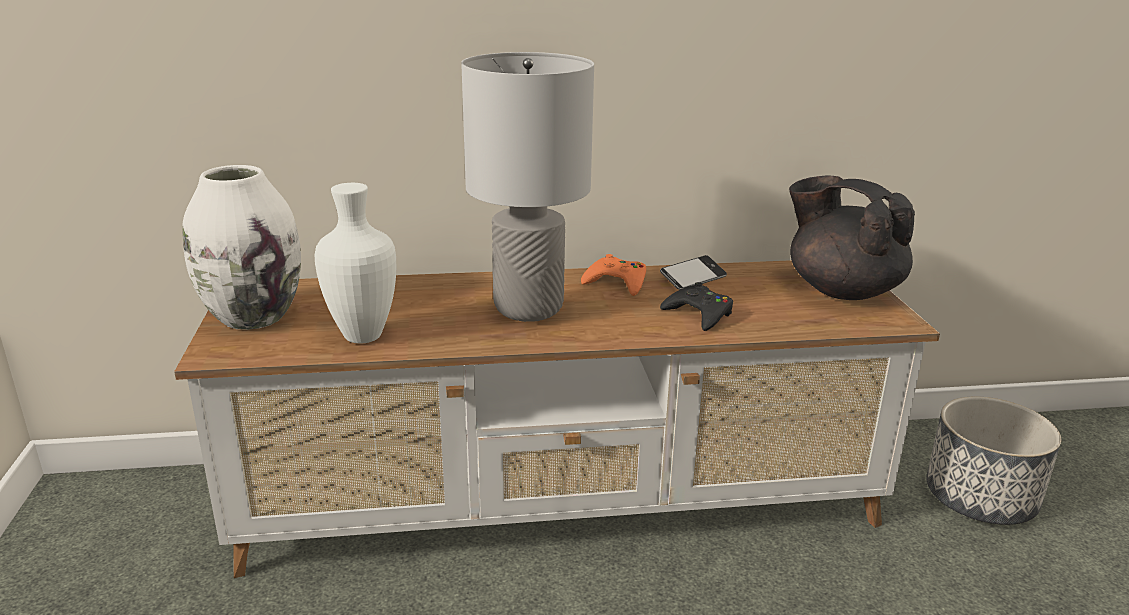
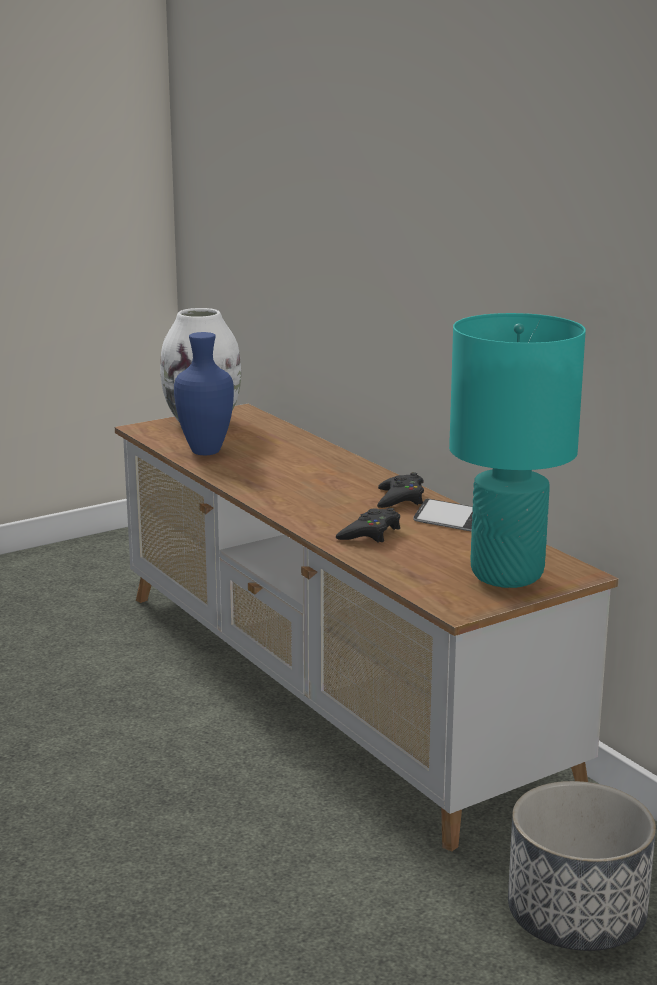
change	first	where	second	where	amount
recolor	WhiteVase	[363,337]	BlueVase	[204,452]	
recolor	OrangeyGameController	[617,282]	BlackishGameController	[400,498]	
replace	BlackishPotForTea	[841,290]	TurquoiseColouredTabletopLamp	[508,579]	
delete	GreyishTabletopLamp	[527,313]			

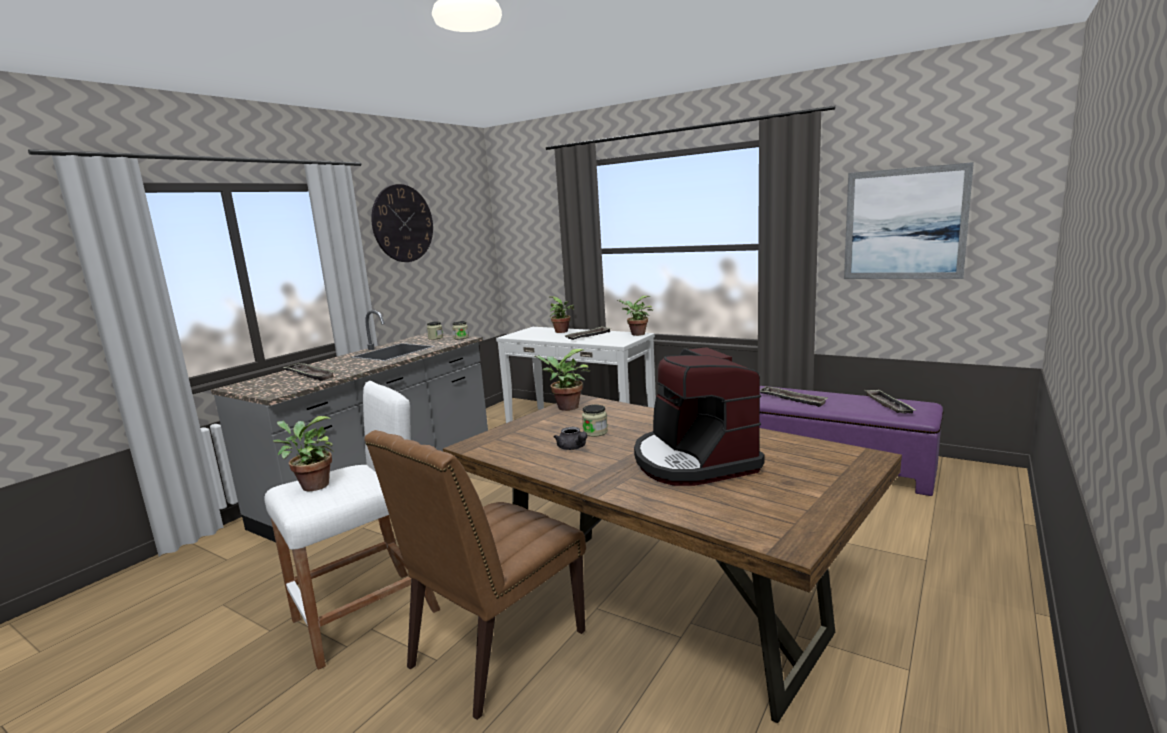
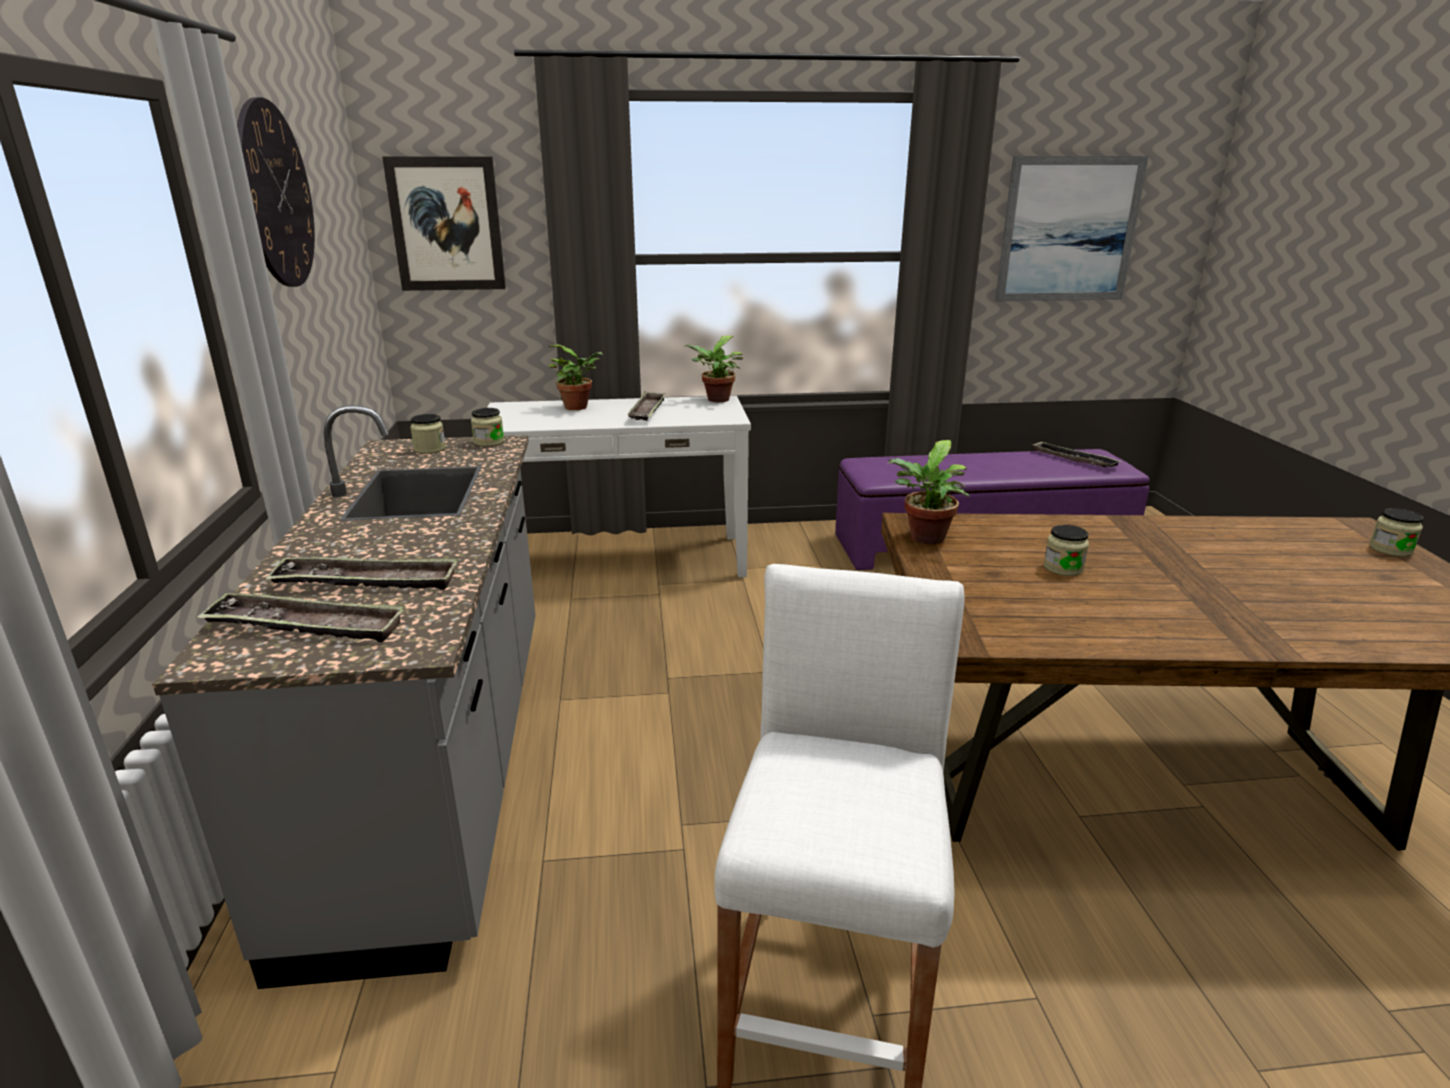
change	first	where	second	where	amount
move	Tray	[792,399]		[305,626]	
insert			WallPicture	[446,224]	
insert			StorageJar	[1390,549]	
delete	Houseplant	[312,486]			
delete	BrownUprightChair	[498,647]			
delete	GreyishPotForTea	[573,448]			
delete	CoffeeMachine	[693,461]			

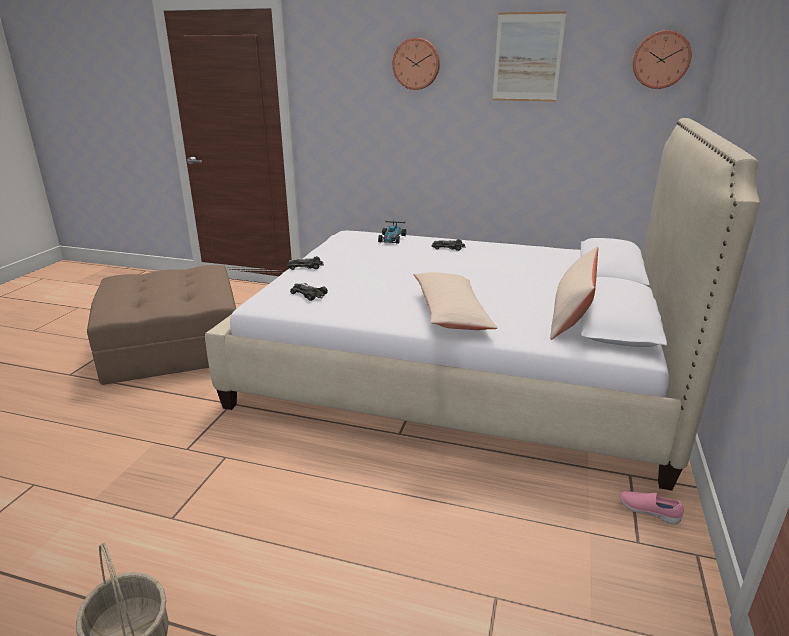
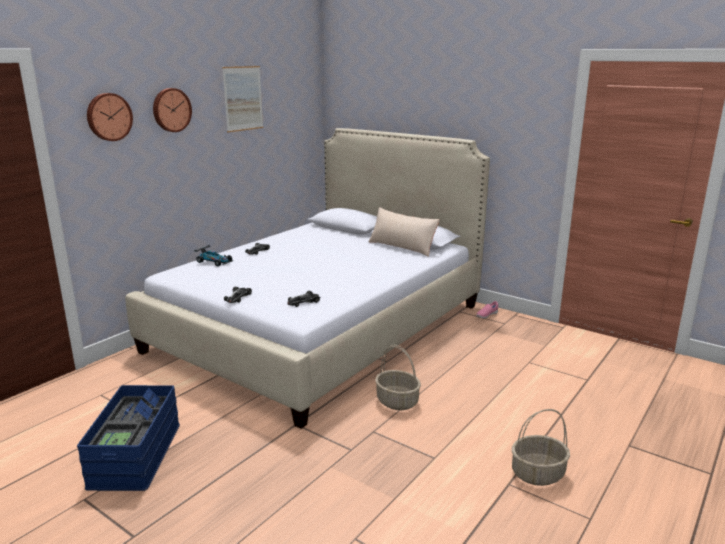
change	first	where	second	where	amount
replace	BrownOttoman	[175,343]	BlueStorageContainer	[134,454]	
move	WallClock	[661,60]		[108,117]	
insert			HouseholdBasket	[398,401]	
delete	SandColouredThrowPillow	[451,312]			

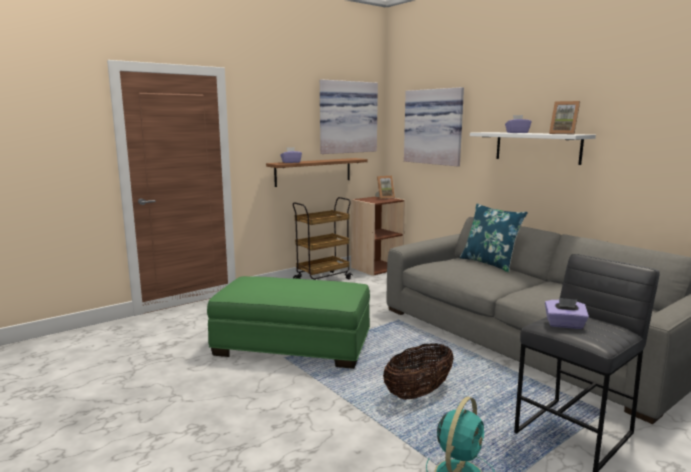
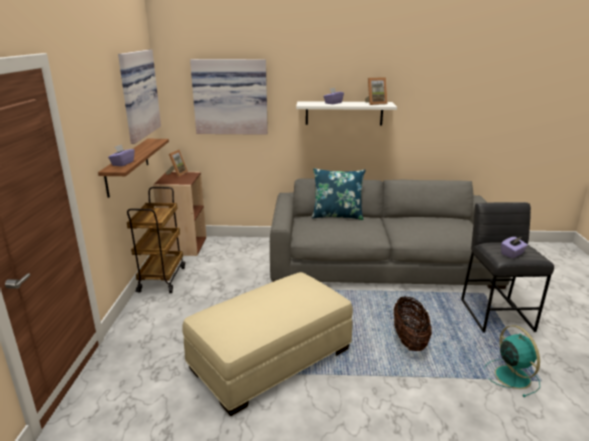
change	first	where	second	where	amount
recolor	GreenColouredOttoman	[293,344]	SandColouredOttoman	[271,358]	

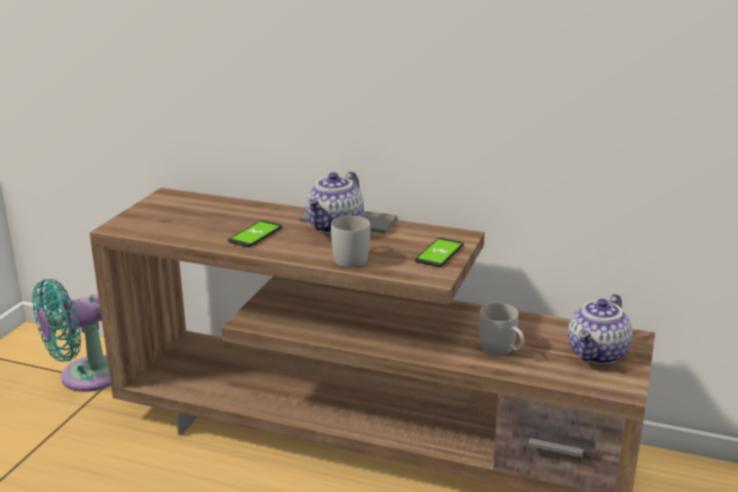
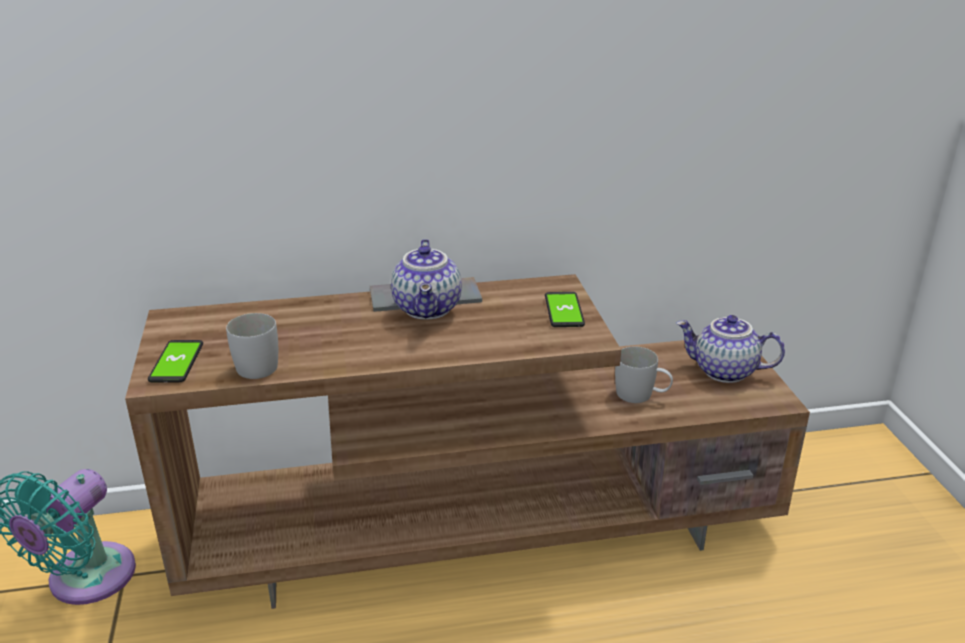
change	first	where	second	where	amount
move	Handset	[255,235]		[176,362]	
move	WhiteMug	[354,257]		[258,363]	
rotate	PotForTea	[598,354]		[723,372]	105 degrees clockwise

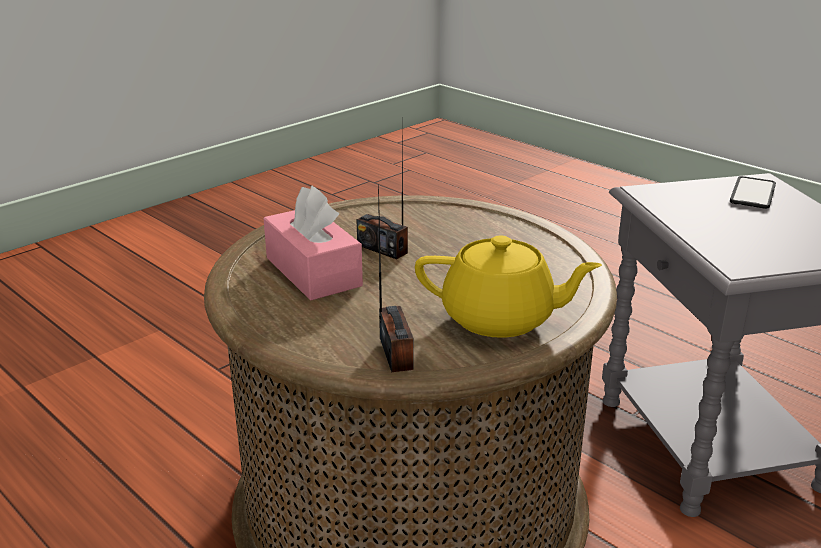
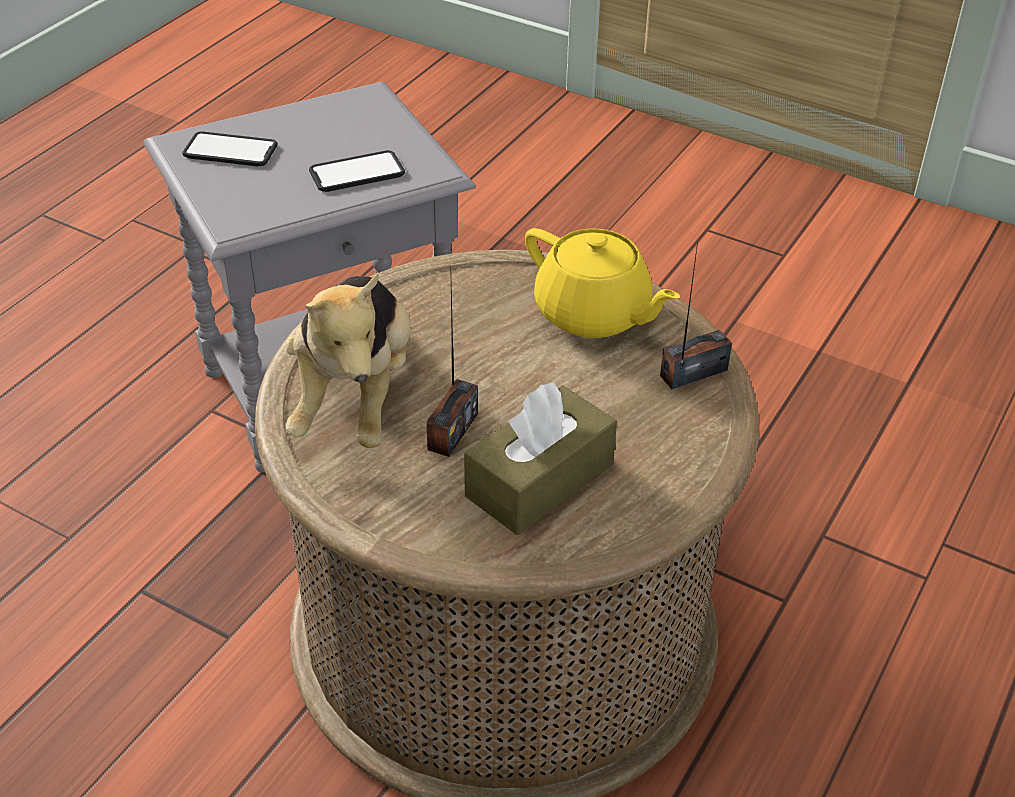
change	first	where	second	where	amount
insert			CuddlyToy	[355,397]	
insert			Handset	[357,173]	
recolor	PinkColouredBoxOfTissues	[313,272]	BrownBoxOfTissues	[539,480]	
rotate	YellowColouredPotForTea	[500,319]		[594,314]	135 degrees clockwise

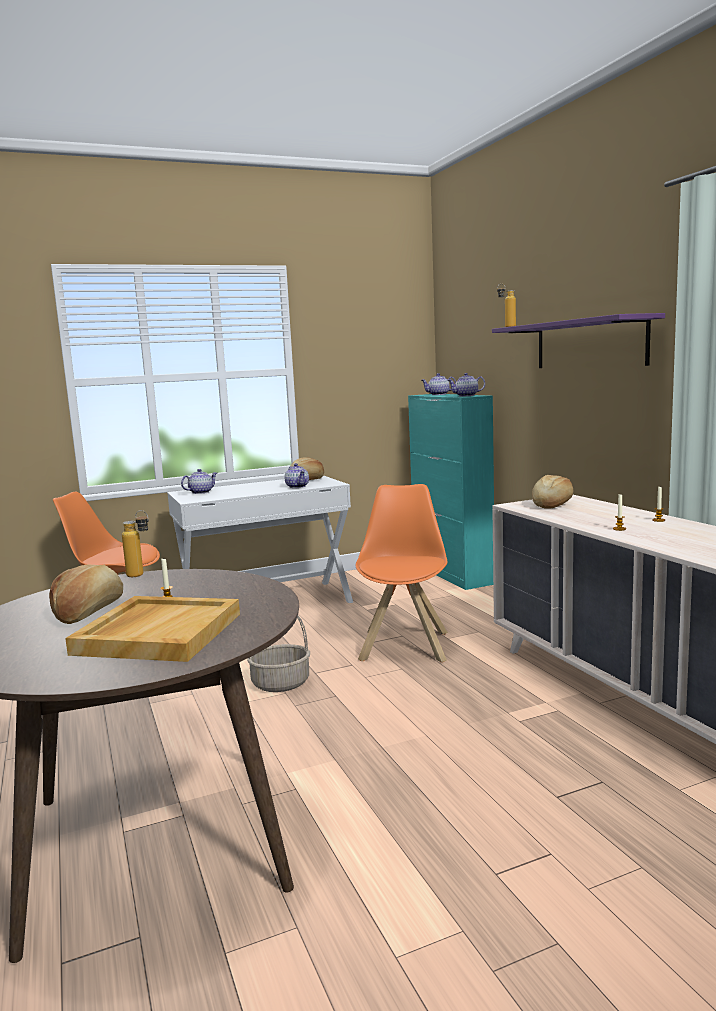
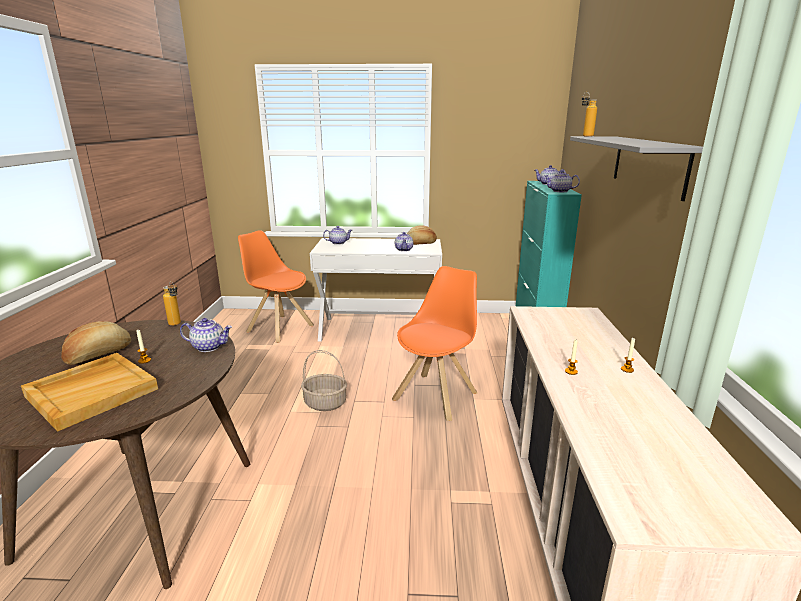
change	first	where	second	where	amount
insert			PotForTea	[209,347]	
recolor	PurpleColouredBracketShelf	[589,344]	GreyishBracketShelf	[648,164]	
delete	Bread	[552,504]			

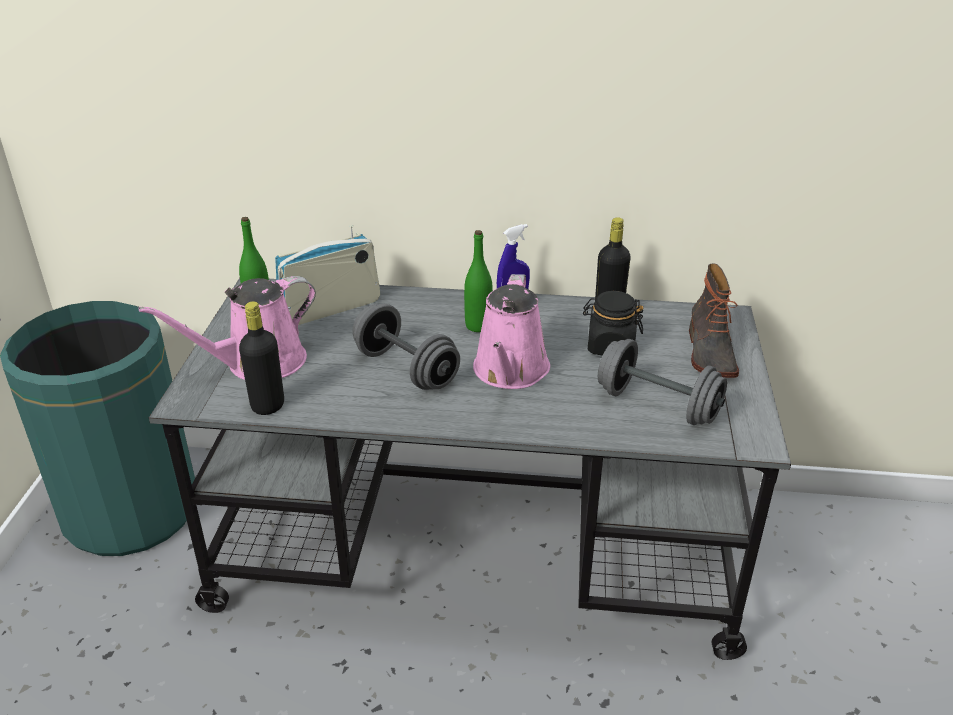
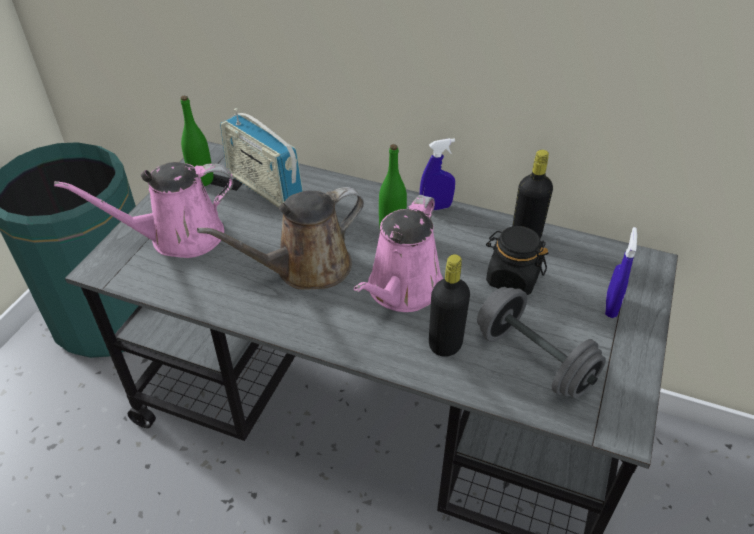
change	first	where	second	where	amount
replace	GreyishHandWeight	[406,369]	BrownWateringCan	[306,268]	
rotate	RadioSet	[330,308]		[264,188]	120 degrees counterclockwise
move	BlackishBottle	[268,405]		[445,344]	
replace	TallBoot	[708,353]	BlueSprayBottle	[611,306]	

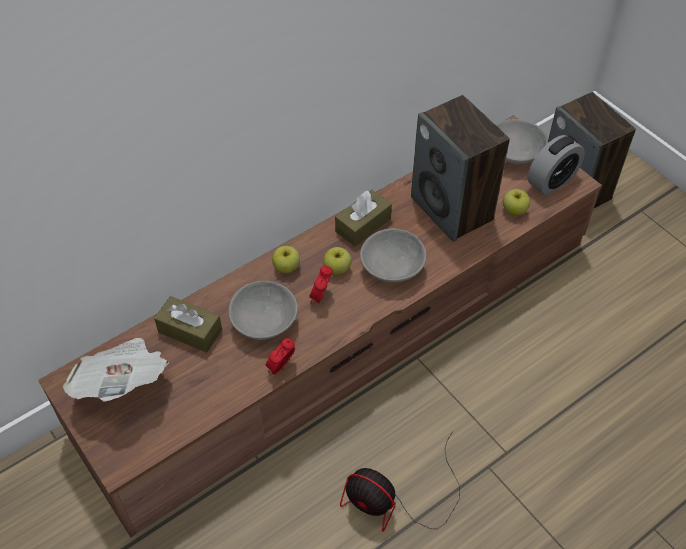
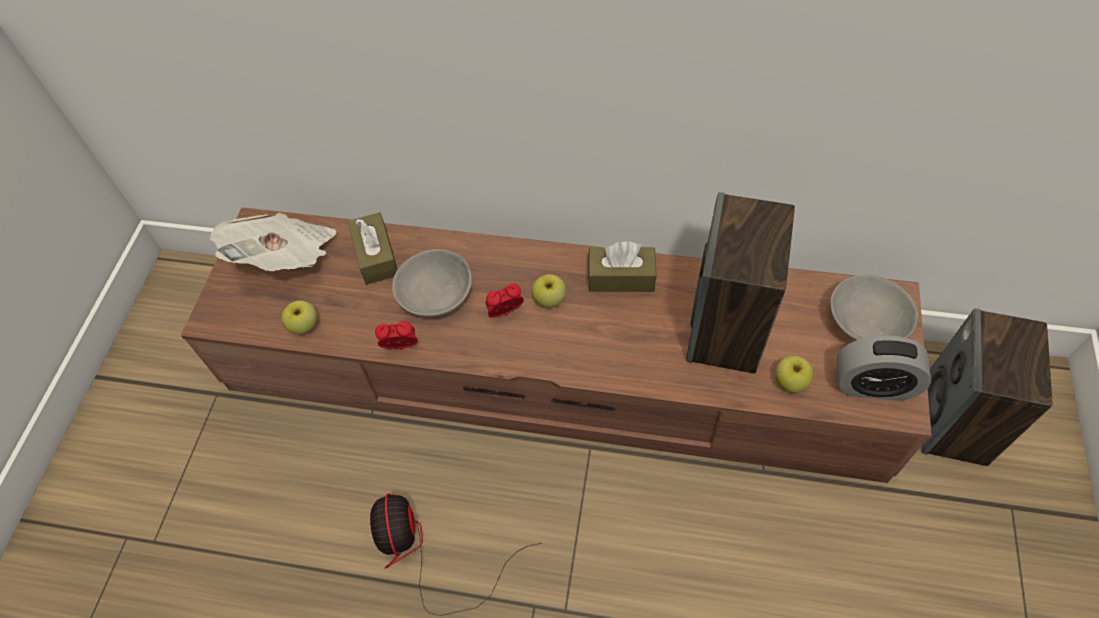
change	first	where	second	where	amount
move	Apple	[286,267]		[304,326]	
delete	GreyishBowl	[392,268]			

